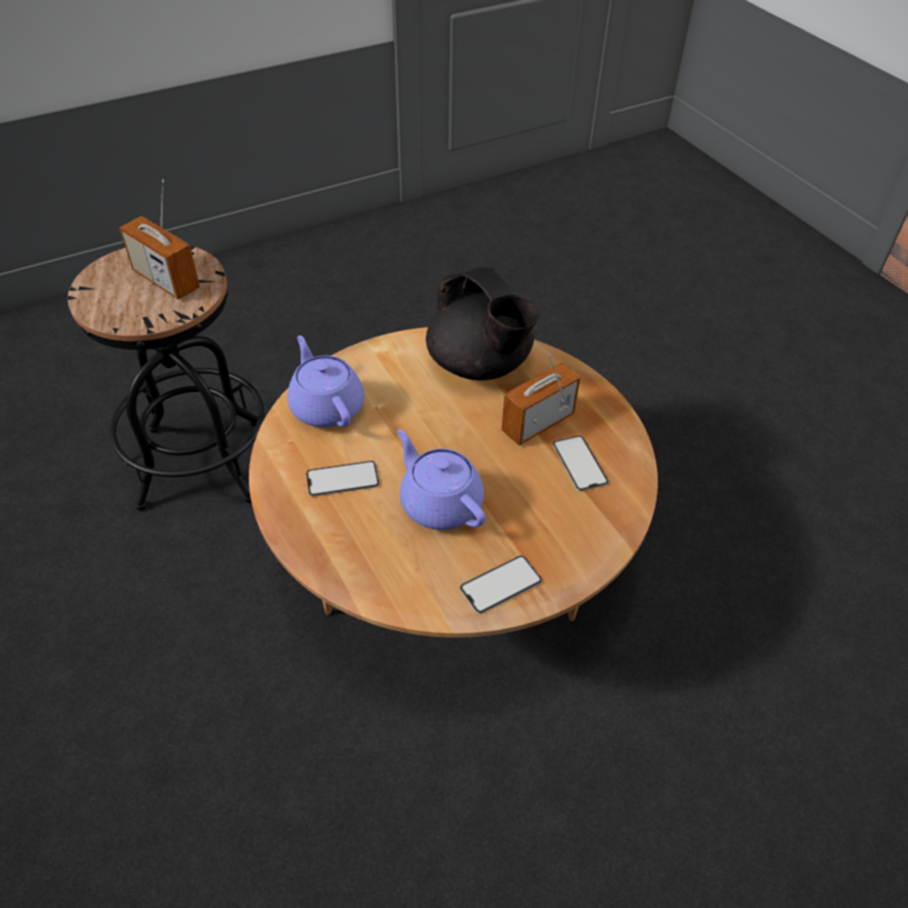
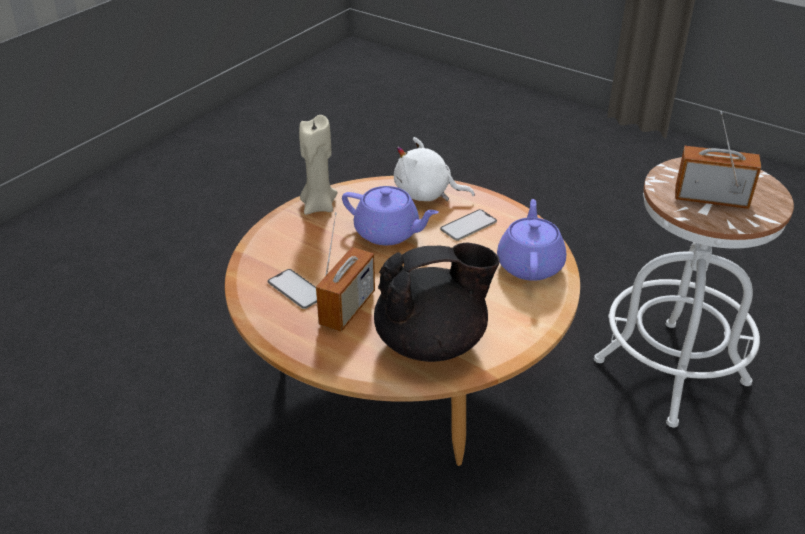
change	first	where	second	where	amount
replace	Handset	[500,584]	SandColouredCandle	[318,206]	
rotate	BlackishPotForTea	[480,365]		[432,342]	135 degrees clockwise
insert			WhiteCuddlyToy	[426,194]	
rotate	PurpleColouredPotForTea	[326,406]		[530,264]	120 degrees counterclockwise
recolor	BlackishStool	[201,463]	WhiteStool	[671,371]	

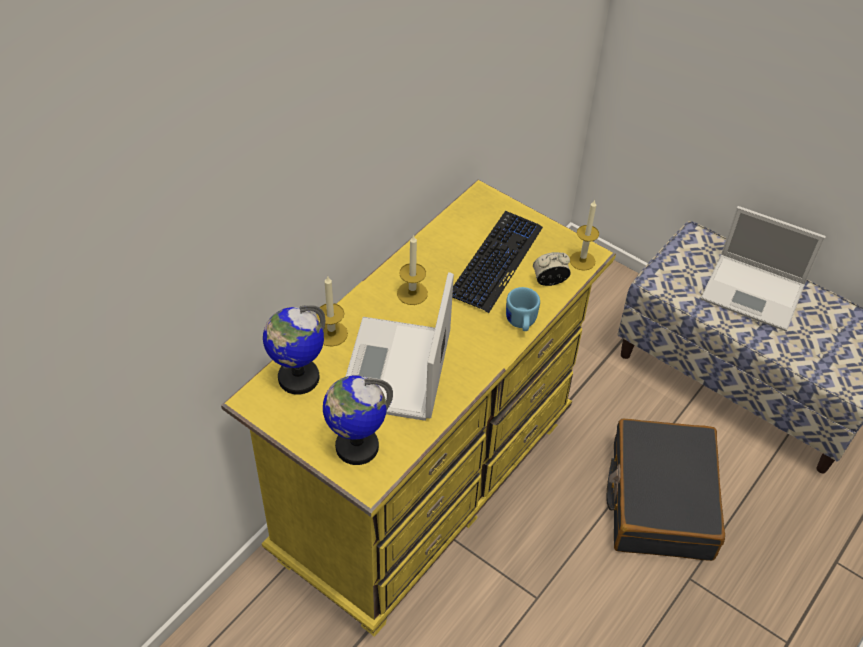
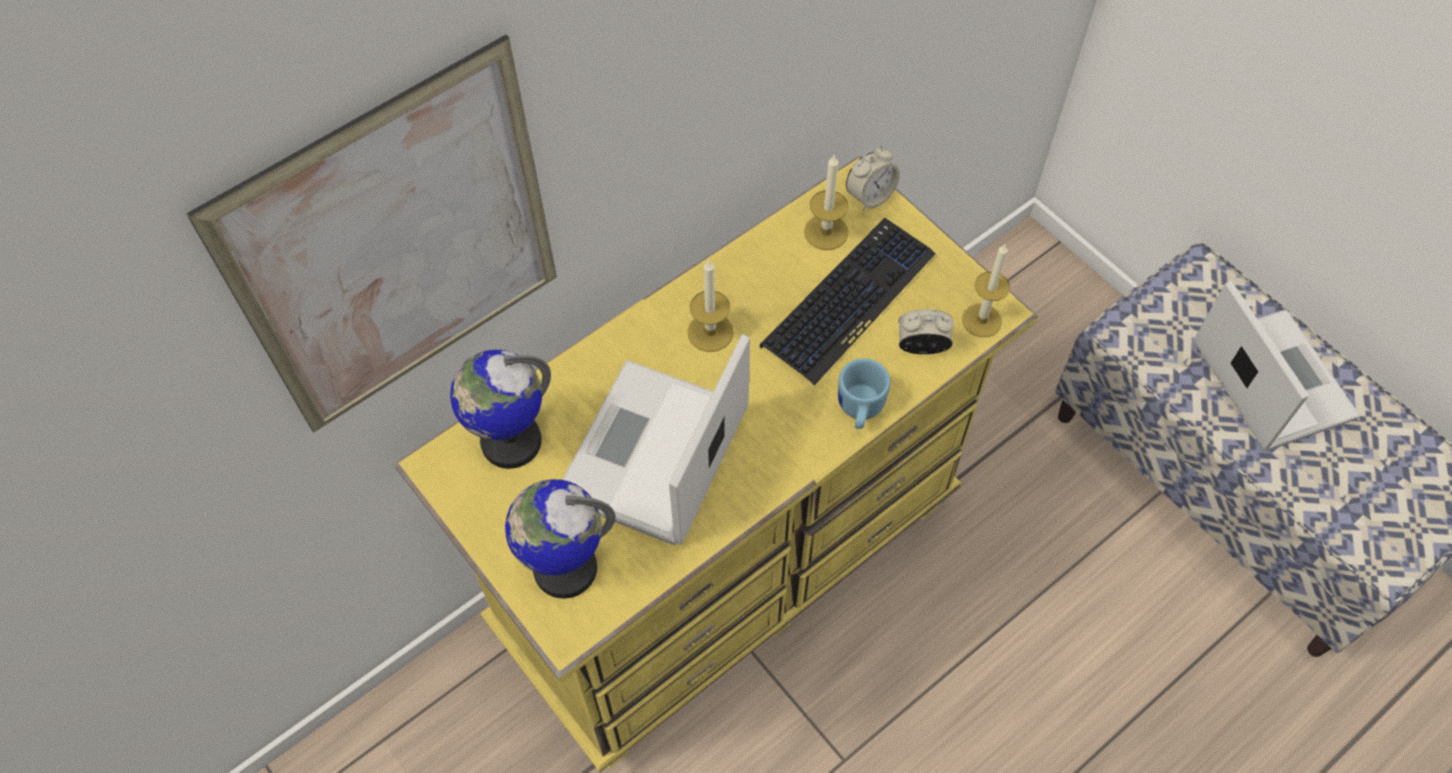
change	first	where	second	where	amount
insert			WallPicture	[399,248]	
move	Candle	[331,334]		[826,232]	
insert			BedsideClock	[870,196]	
rotate	Laptop	[755,292]		[1270,378]	150 degrees counterclockwise
delete	BlackishTravelCase	[660,500]			

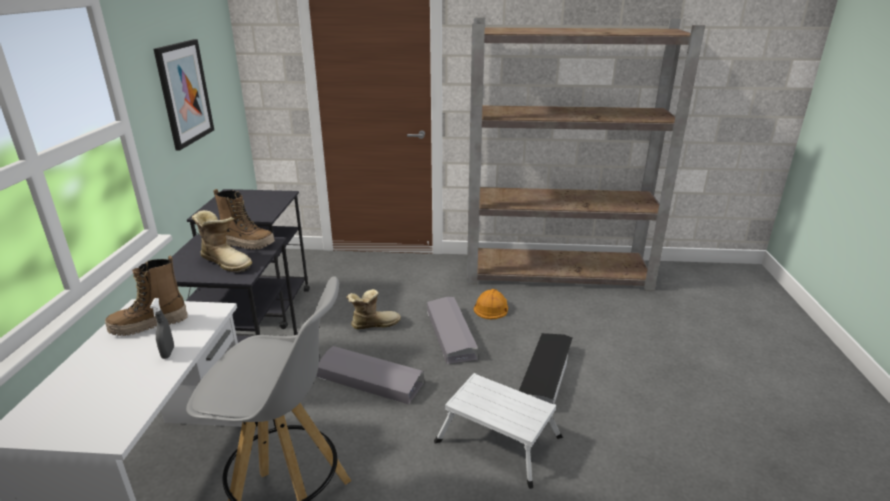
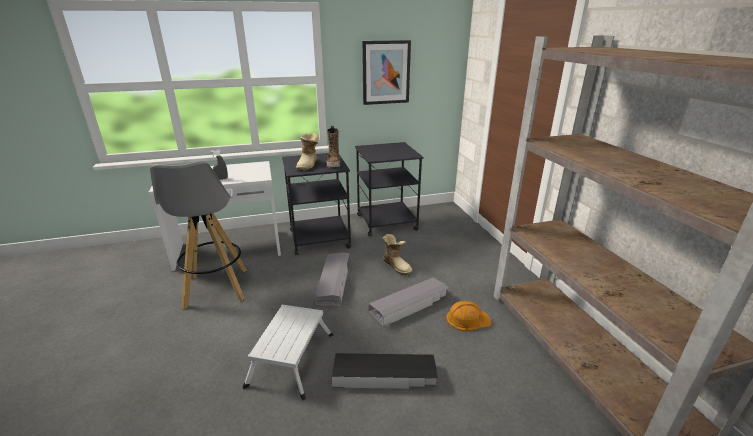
change	first	where	second	where	amount
delete	TallBoot	[149,325]			

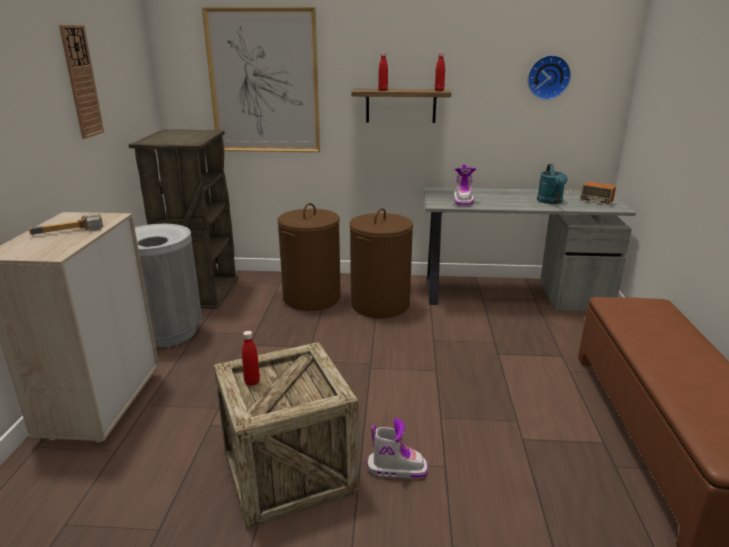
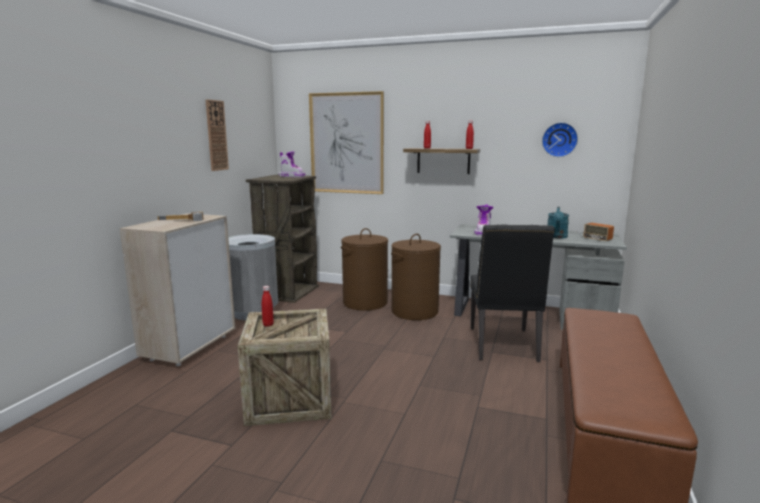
change	first	where	second	where	amount
move	TallBoot	[396,468]		[292,176]	
insert			BlackishUprightChair	[502,344]	

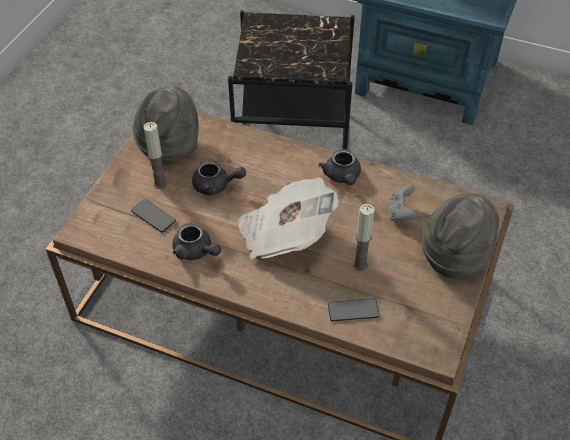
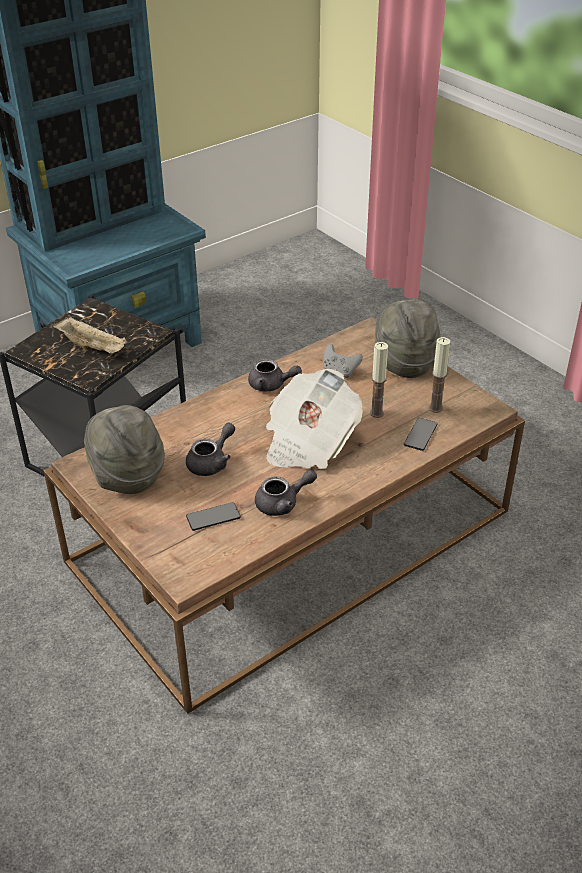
change	first	where	second	where	amount
insert			SandColouredTray	[93,347]	
move	Candle	[160,184]		[435,408]	

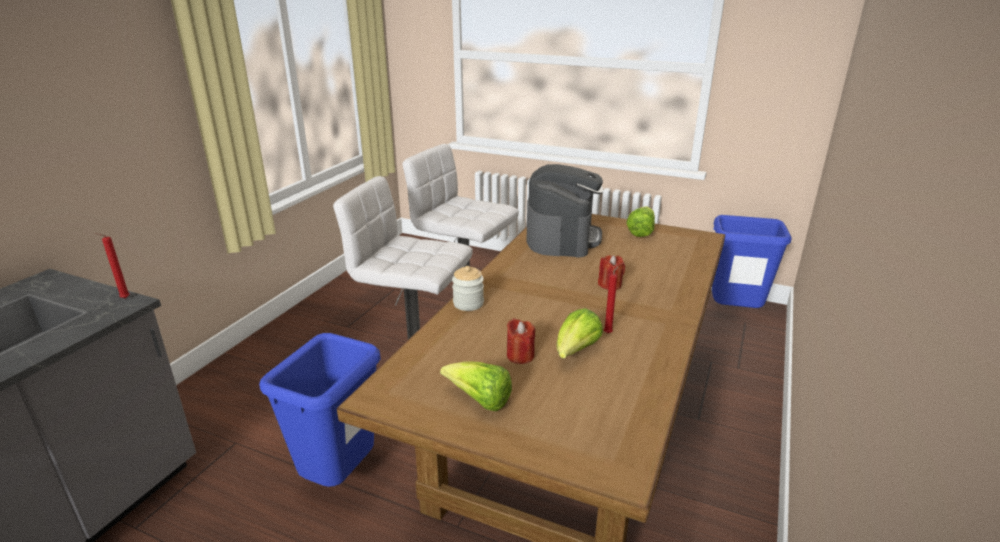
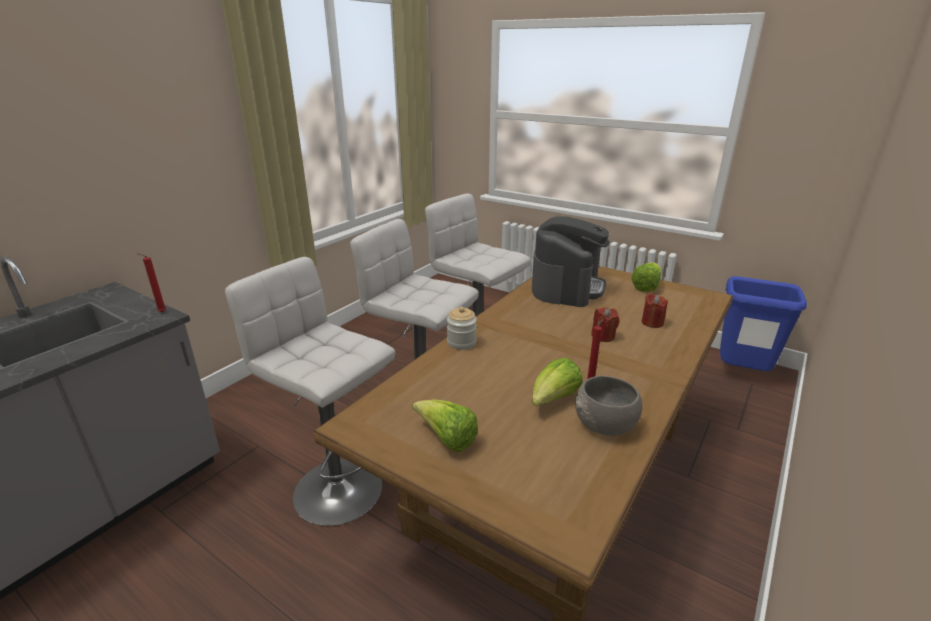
change	first	where	second	where	amount
replace	BlueTrashCan	[340,477]	WhiteStool	[338,489]	
insert			GreyishBowl	[604,425]	
move	ReddishCandle	[520,356]		[652,323]	

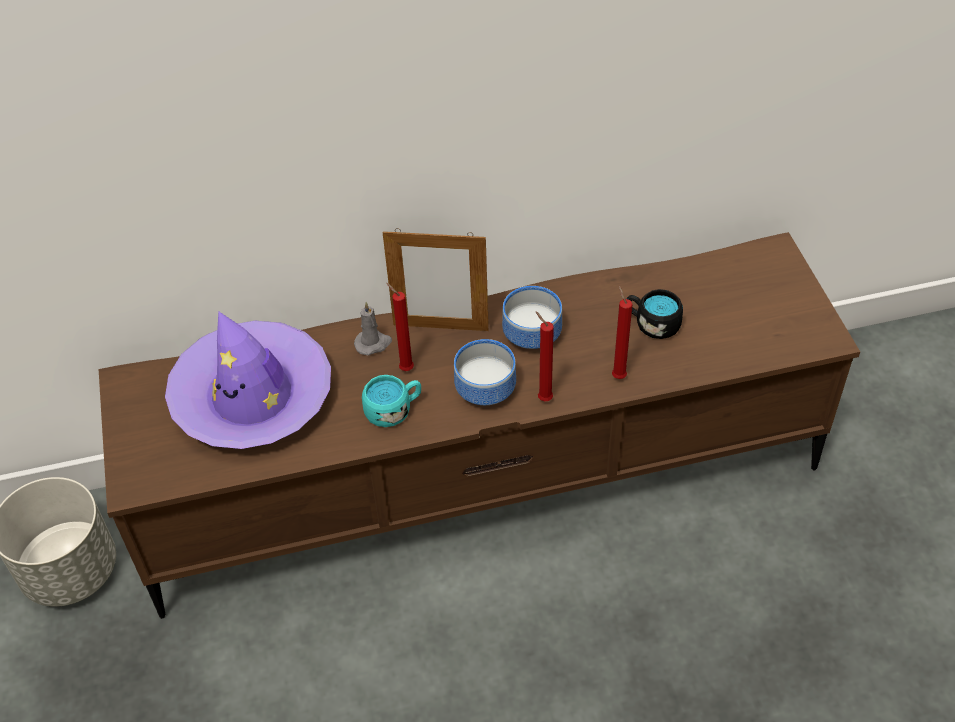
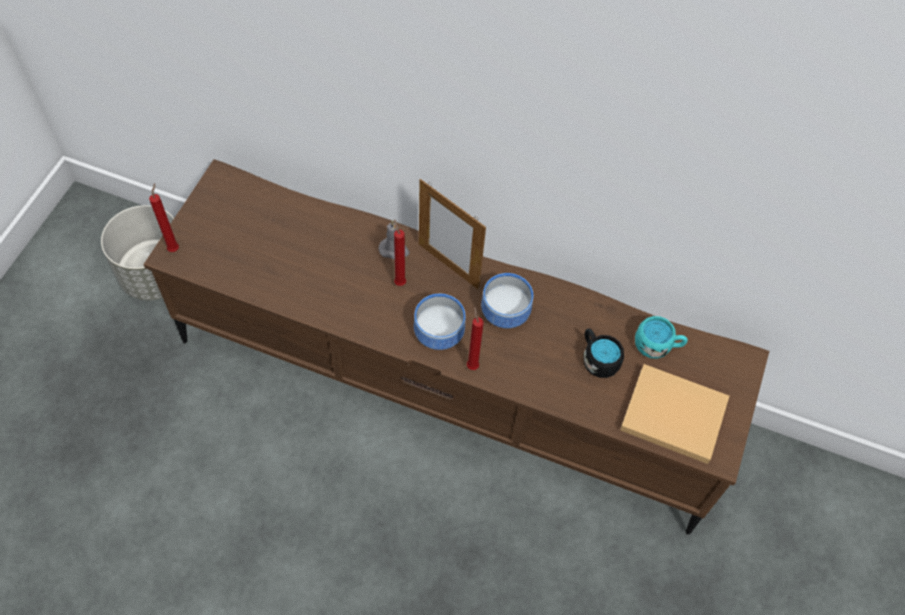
change	first	where	second	where	amount
move	ReddishCandle	[617,375]		[174,248]	
insert			SandColouredBoundBook	[670,414]	
move	TurquoiseColouredMug	[393,410]		[657,345]	
delete	PurpleColouredHat	[253,396]			

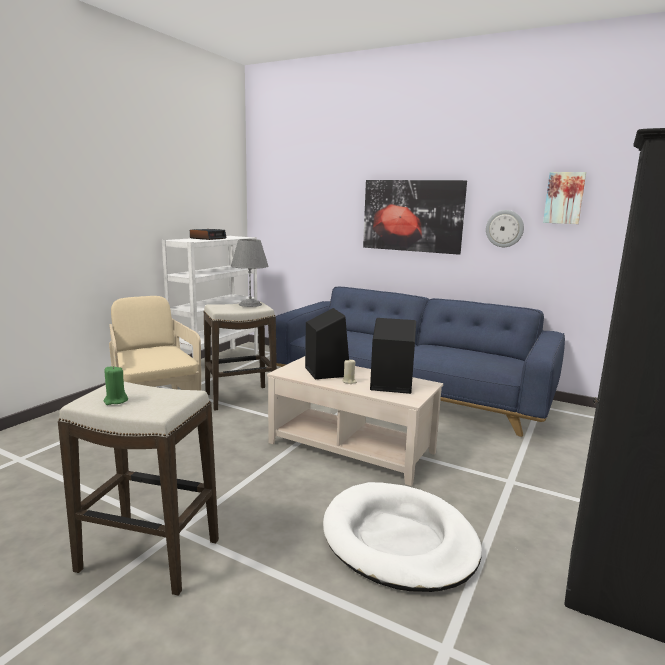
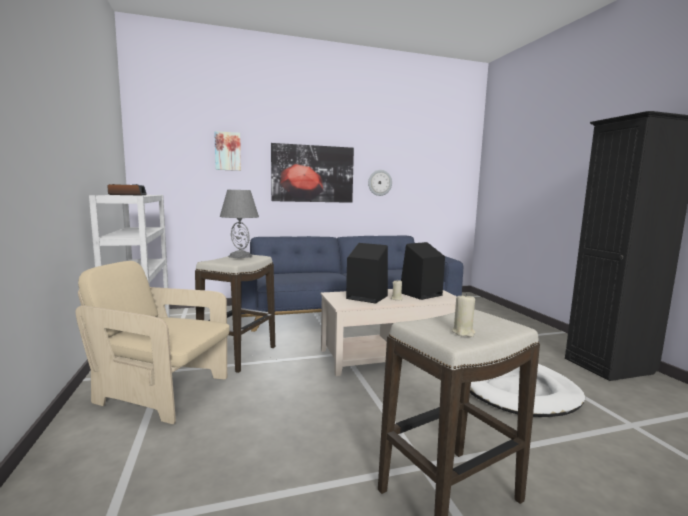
change	first	where	second	where	amount
move	WallPicture	[564,198]		[227,151]	
recolor	GreenColouredCandle	[116,401]	SandColouredCandle	[463,332]	

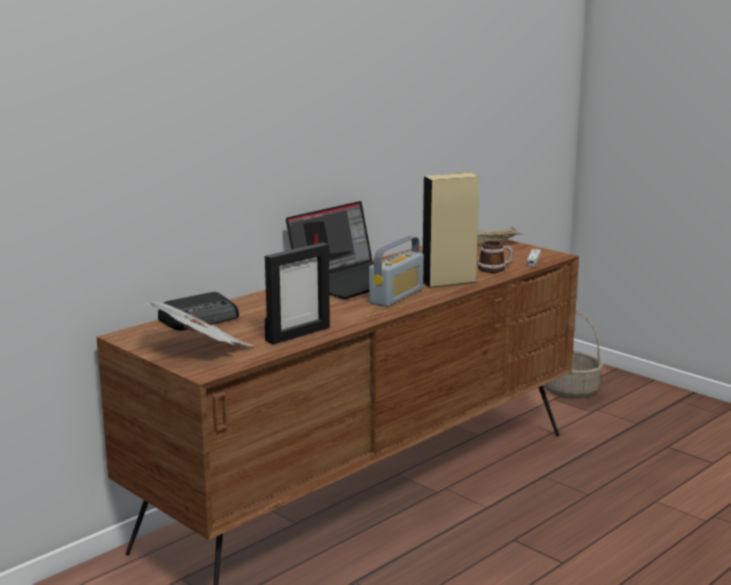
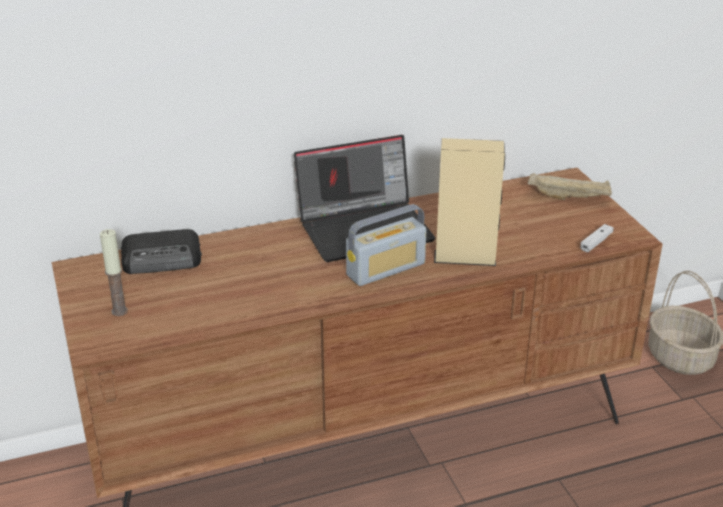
change	first	where	second	where	amount
replace	PrintedPaper	[201,350]	Candle	[119,311]	
delete	StandingFrame	[298,334]			
delete	Mug	[495,269]			

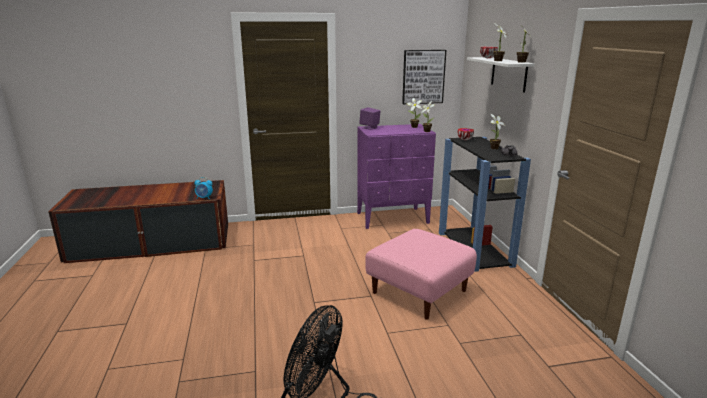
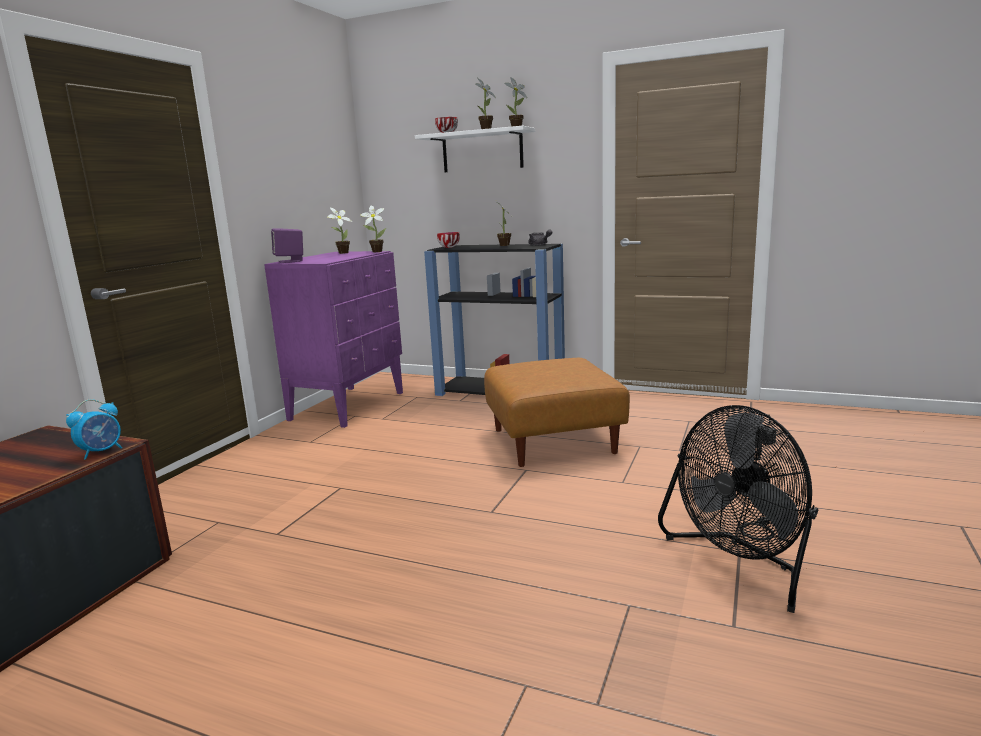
change	first	where	second	where	amount
recolor	PinkColouredOttoman	[419,291]	BrownOttoman	[552,441]	
delete	WallPicture	[423,77]			

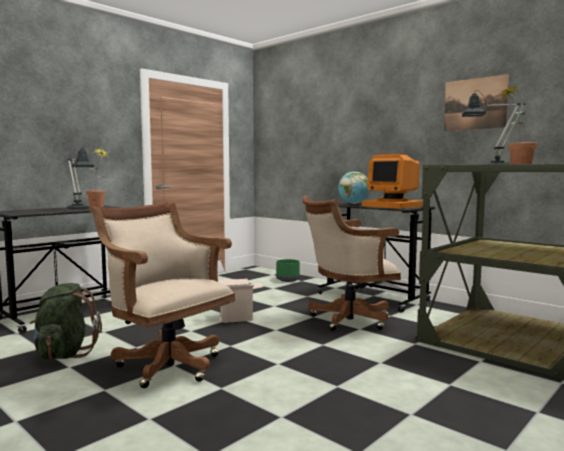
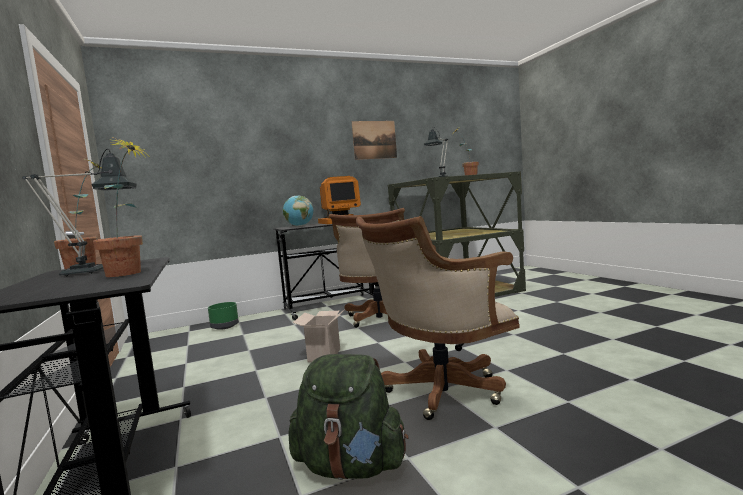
change	first	where	second	where	amount
insert			Houseplant	[131,273]	

